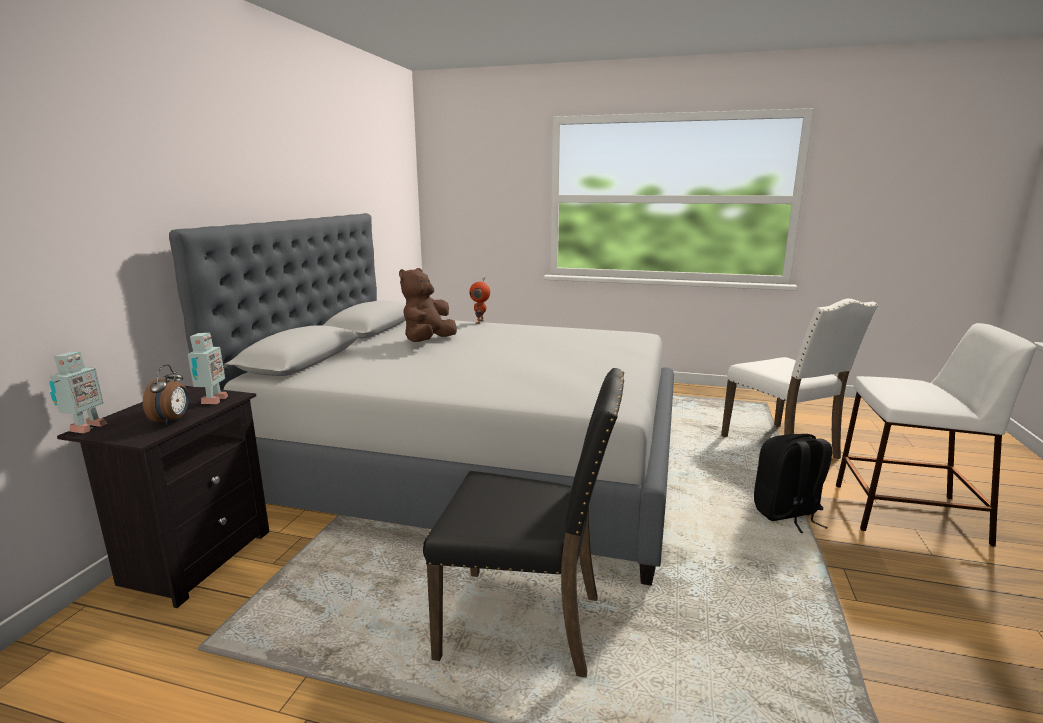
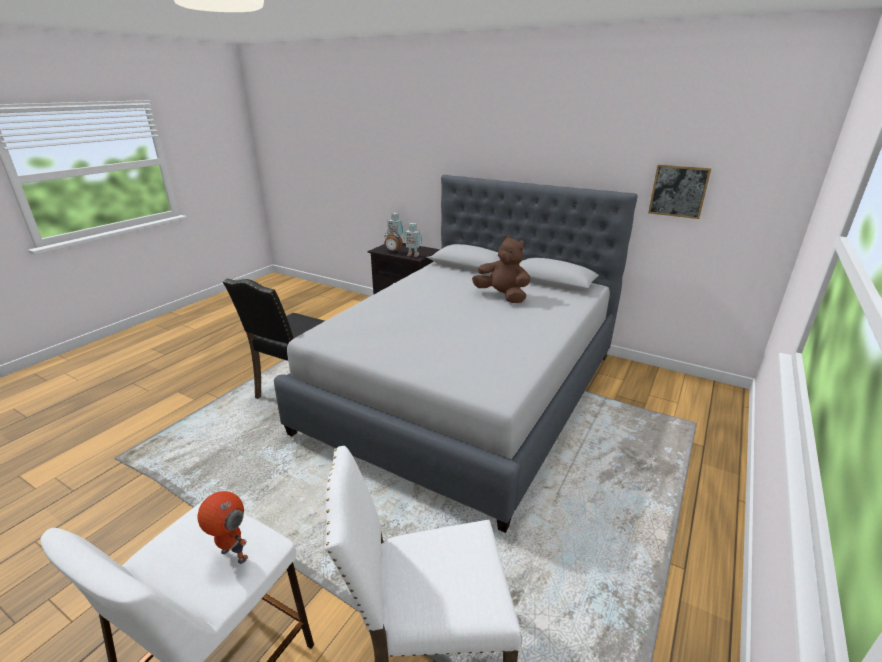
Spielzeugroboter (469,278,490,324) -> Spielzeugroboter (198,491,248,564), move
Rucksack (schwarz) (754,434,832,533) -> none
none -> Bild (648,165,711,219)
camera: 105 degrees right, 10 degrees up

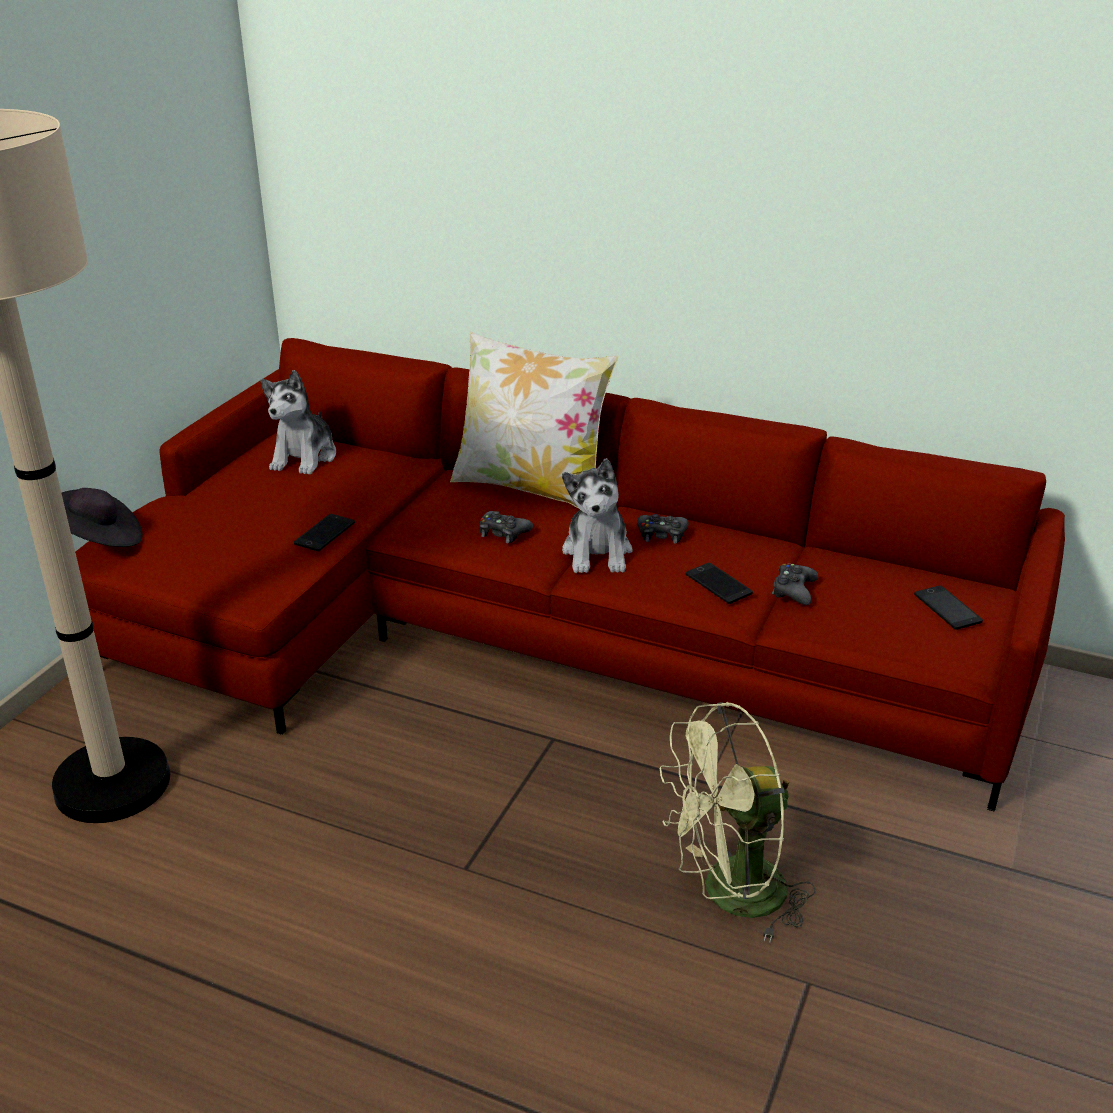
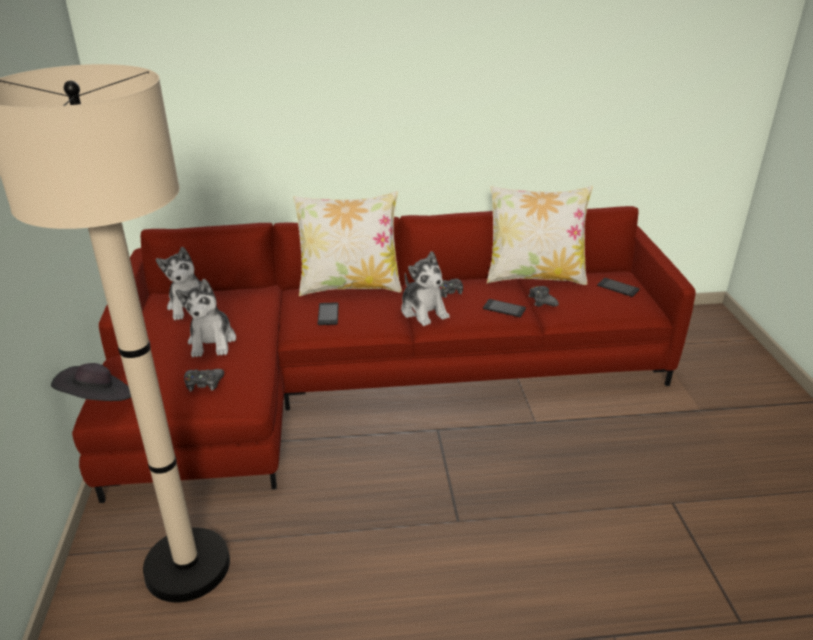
Handy (294,514,355,551) -> Handy (318,302,339,325), move
Gamepad (schwarz) (479,511,533,543) -> Gamepad (schwarz) (184,369,224,392), move
Ventilator (grün) (660,702,816,943) -> none
none -> Plüschtier (175,279,236,357)
none -> Kissen (487,186,593,285)
camera: 30 degrees left, 0 degrees up

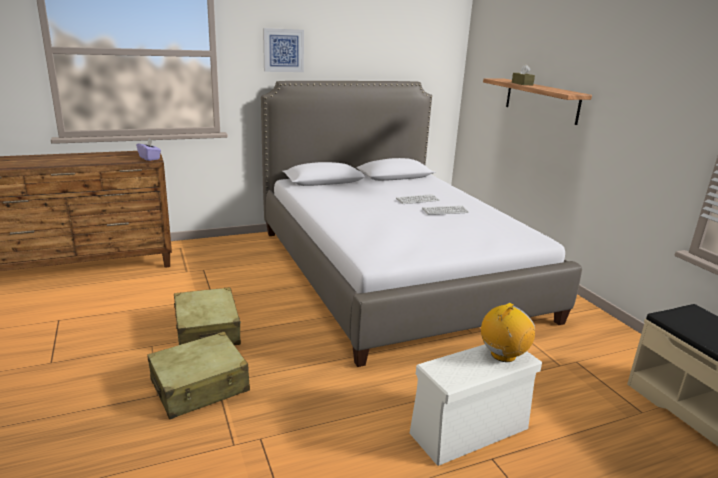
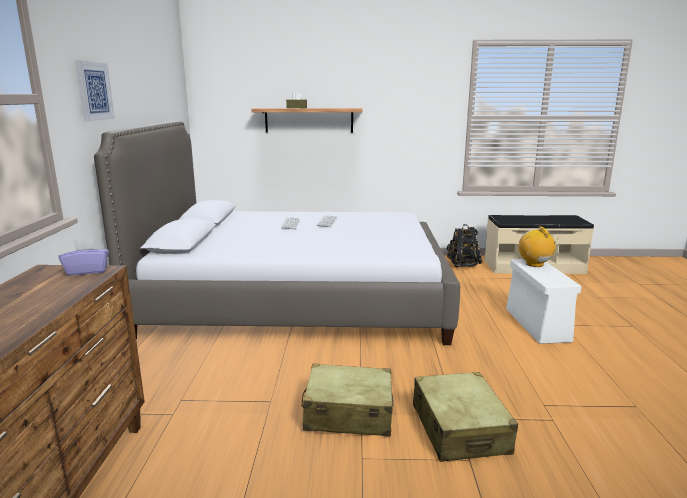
none -> Rucksack (schwarz) (447,224,483,267)
camera: 65 degrees left, 5 degrees down

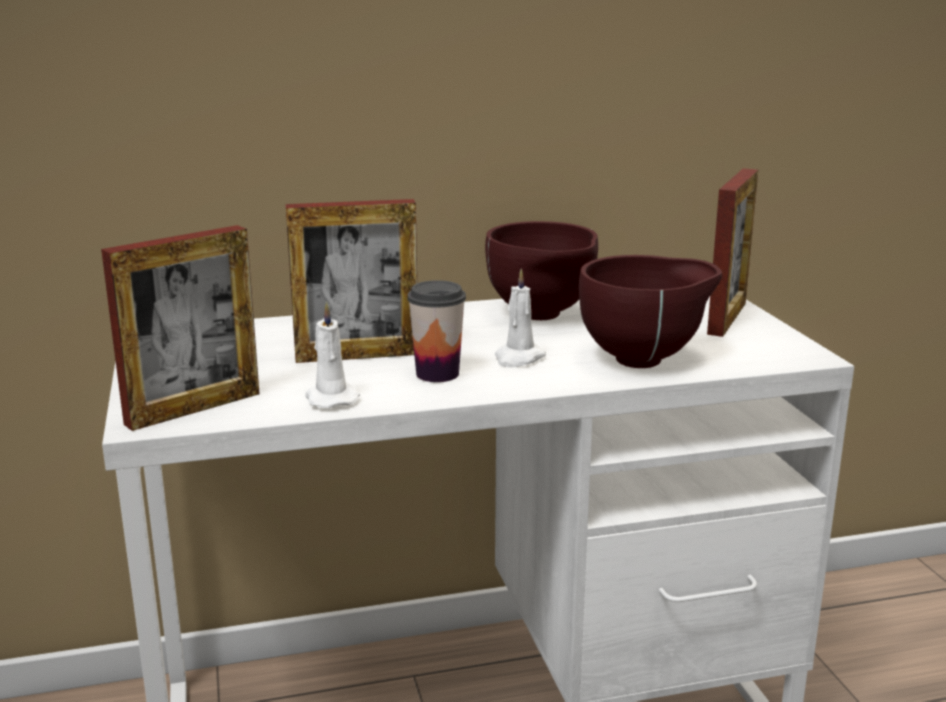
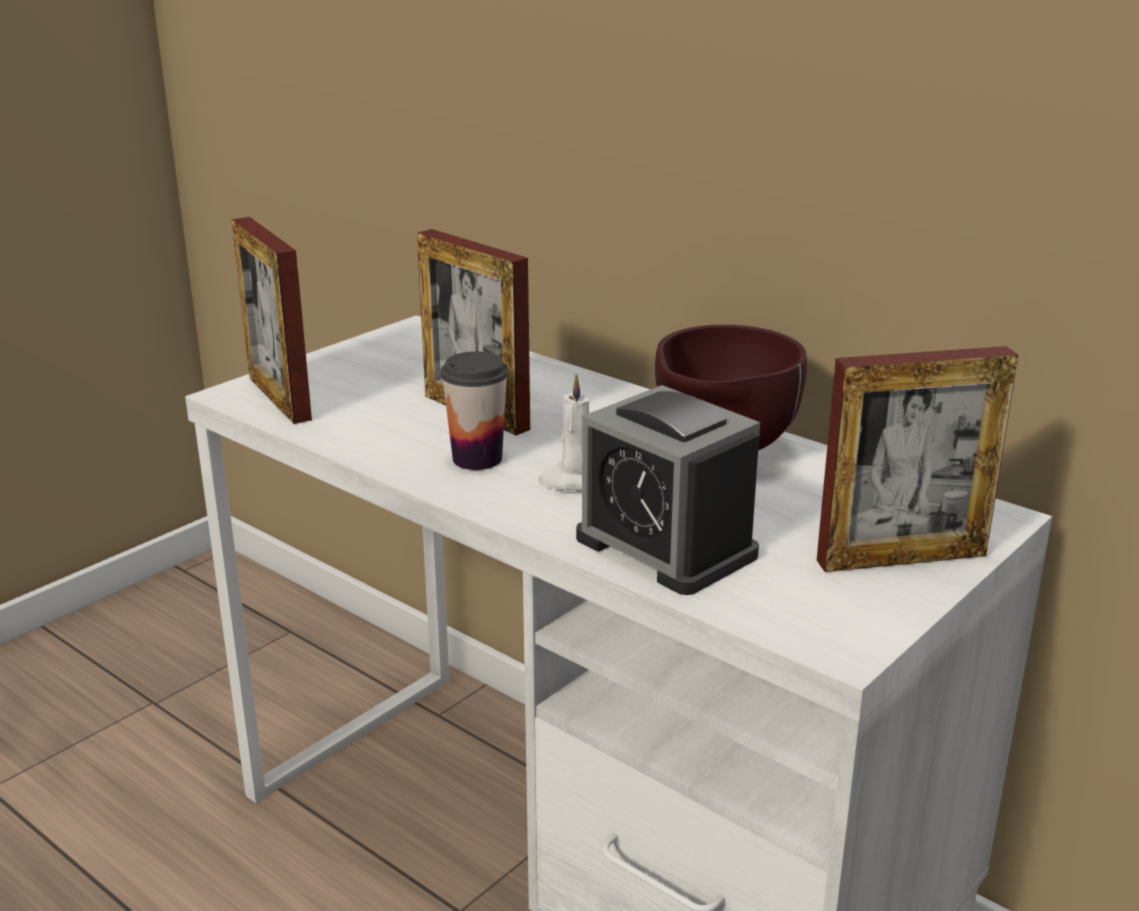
Bilderrahmen (101,225,260,431) -> Bilderrahmen (232,217,312,424), 45 degrees clockwise
Kerze (weiß) (305,302,360,408) -> none
Schüssel (braun) (579,255,722,368) -> Wecker (576,385,760,595)
camera: 55 degrees right, 5 degrees up

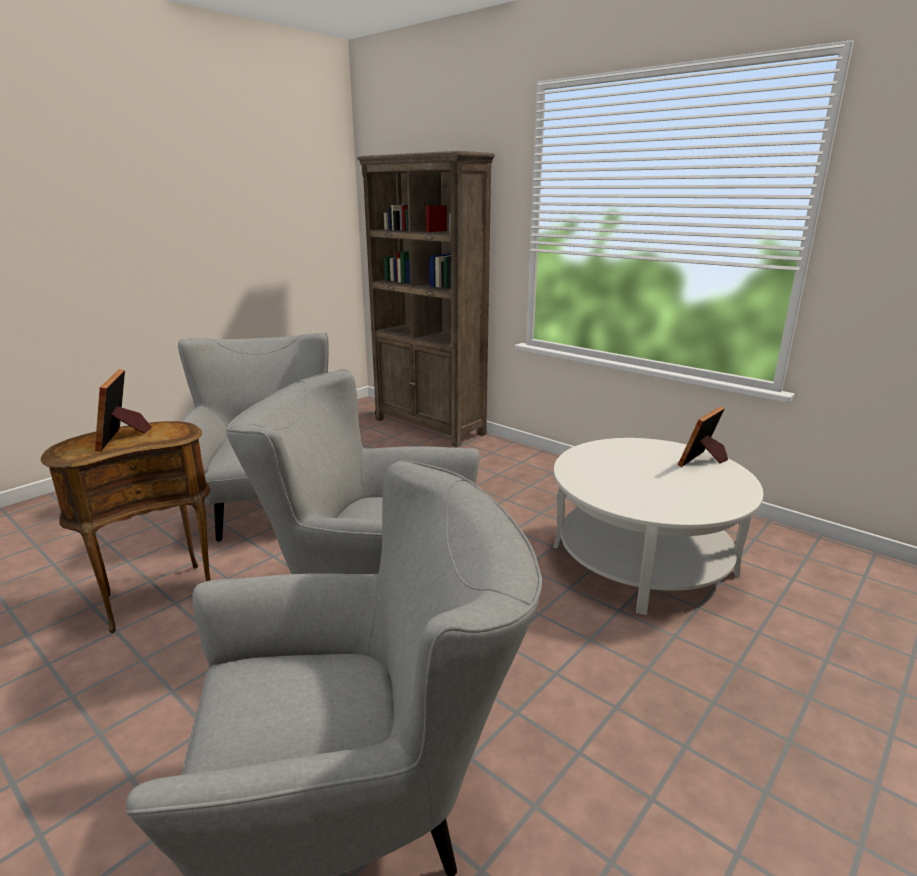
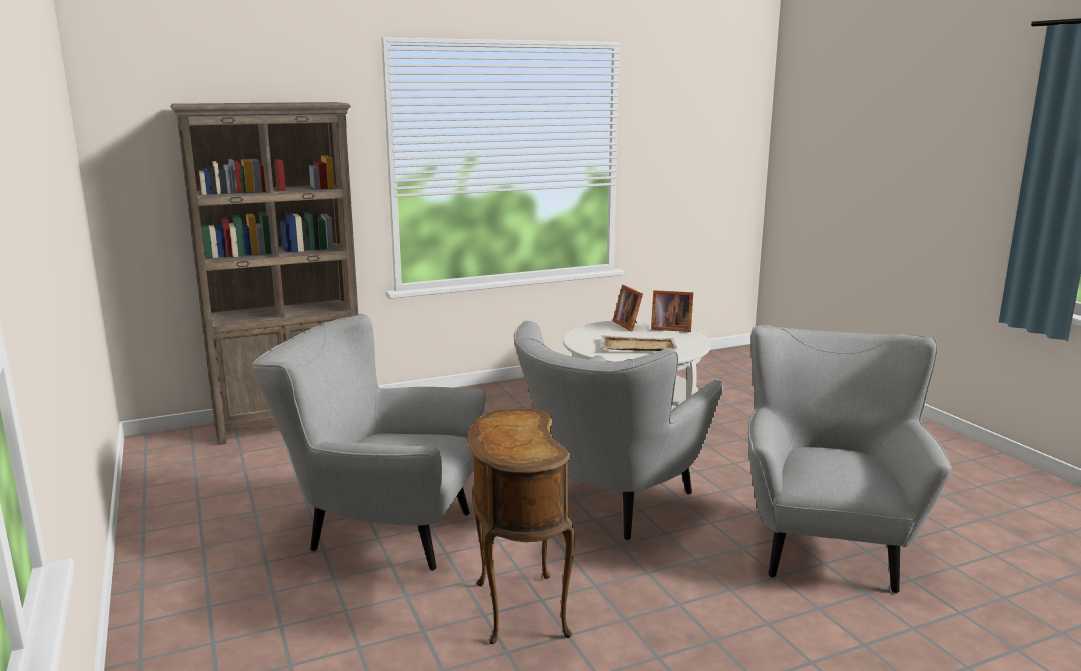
Bilderrahmen (95,369,152,452) -> Bilderrahmen (651,290,693,332), move
none -> Tablett (beige) (601,335,677,351)
camera: 65 degrees left, 5 degrees down

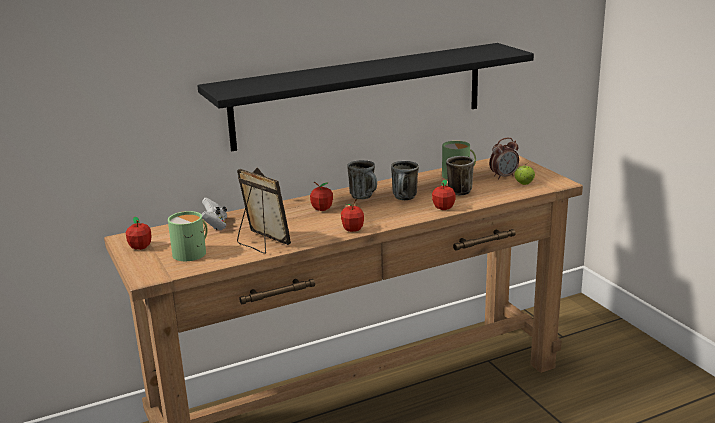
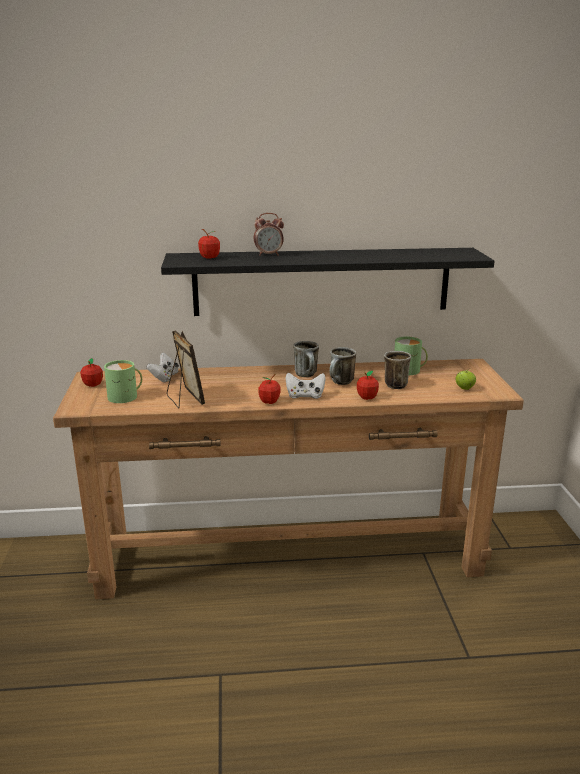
Apfel (310,182,333,211) -> Apfel (198,229,220,259), move
Wecker (489,138,519,180) -> Wecker (254,213,284,256), move
none -> Gamepad (weiß) (286,373,326,399)
camera: 20 degrees right, 0 degrees up

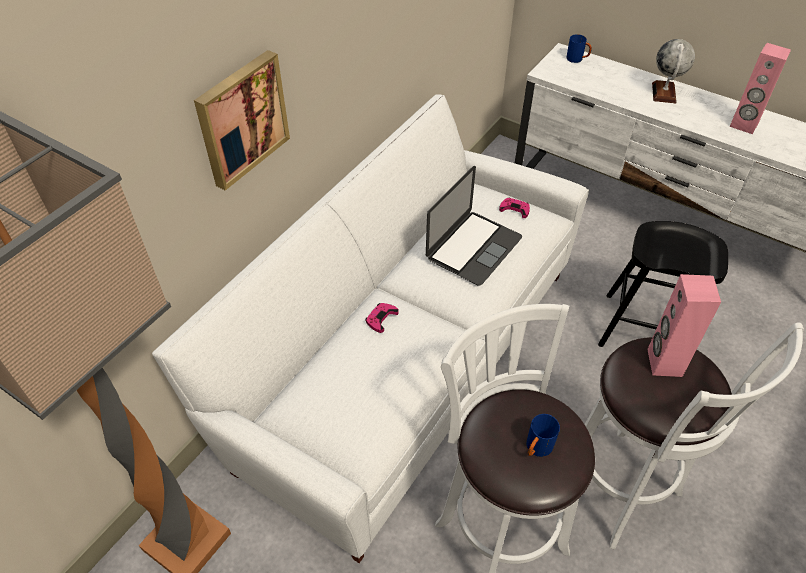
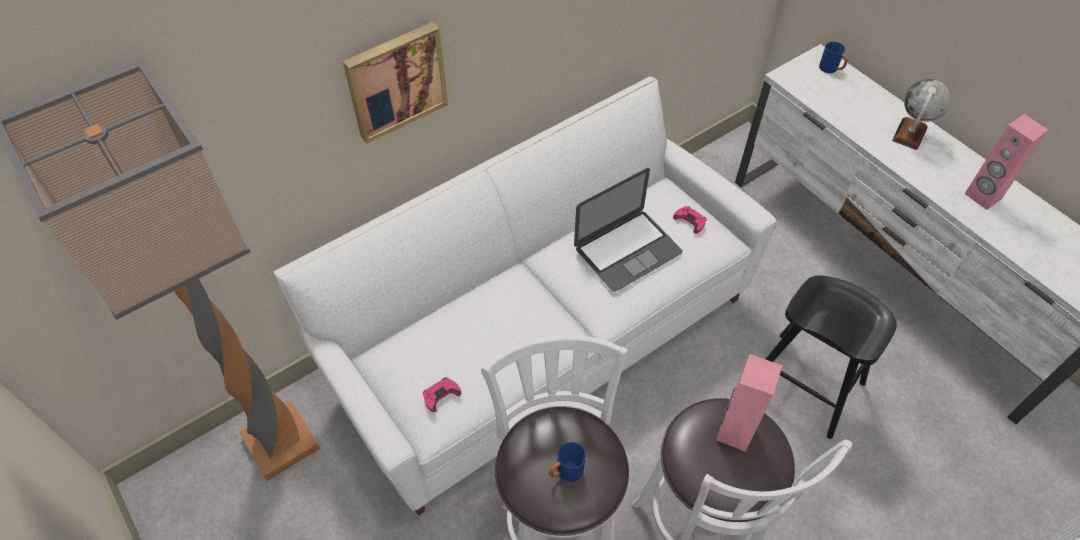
Gamepad (rosa) (365,303,399,333) -> Gamepad (rosa) (423,378,461,412), move
camera: 20 degrees right, 5 degrees up

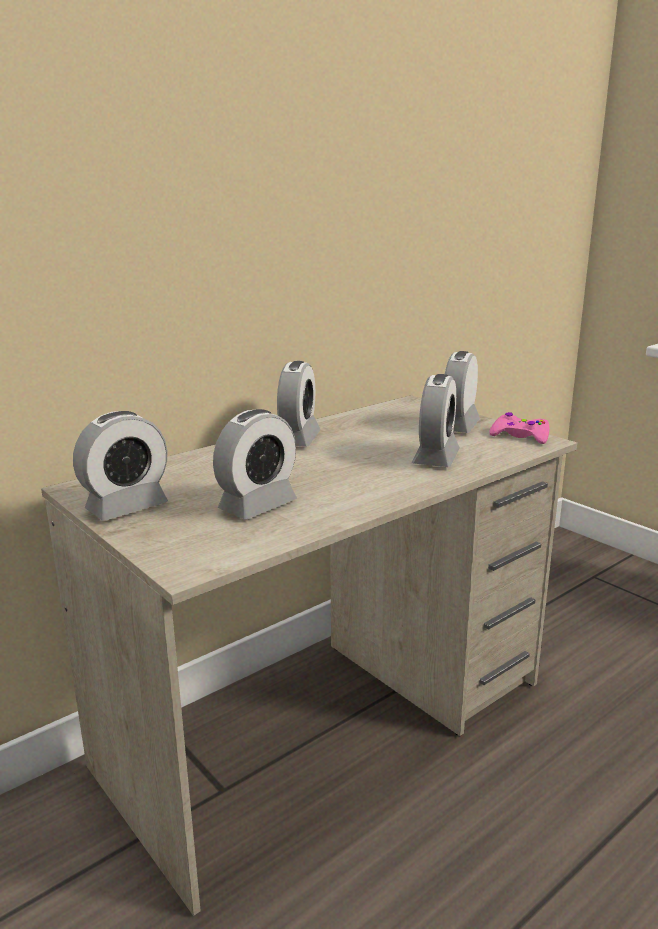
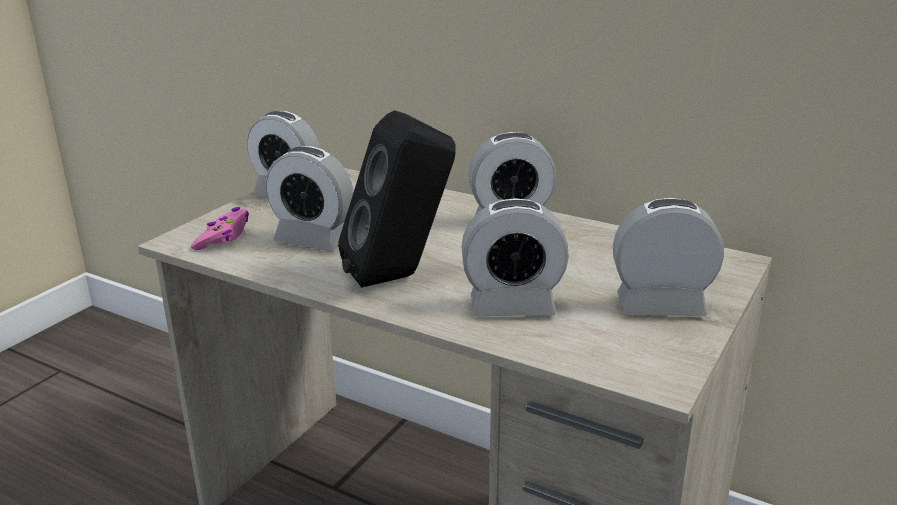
Gamepad (rosa) (489,412,549,444) -> Gamepad (rosa) (191,207,249,250), move
none -> Lautsprecher (schwarz) (338,110,456,288)
camera: 70 degrees right, 5 degrees up

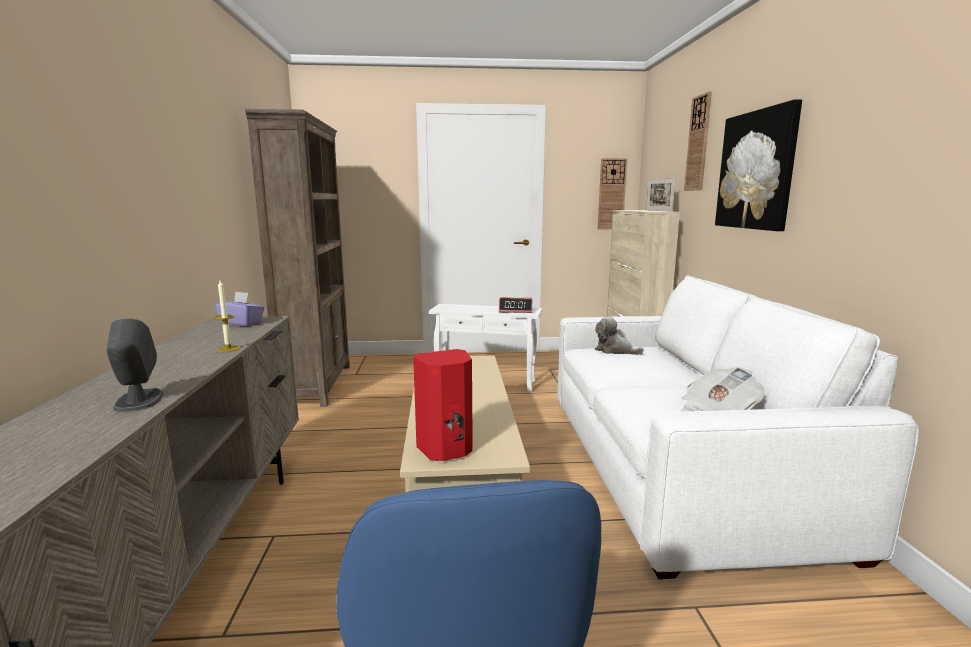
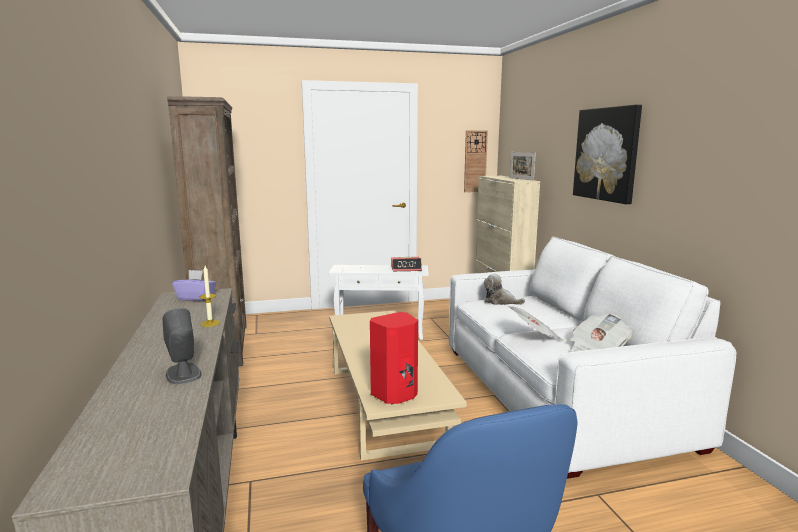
Wanduhr (684,91,712,191) -> none
none -> Zeitung (508,306,563,340)
camera: 10 degrees left, 0 degrees up

